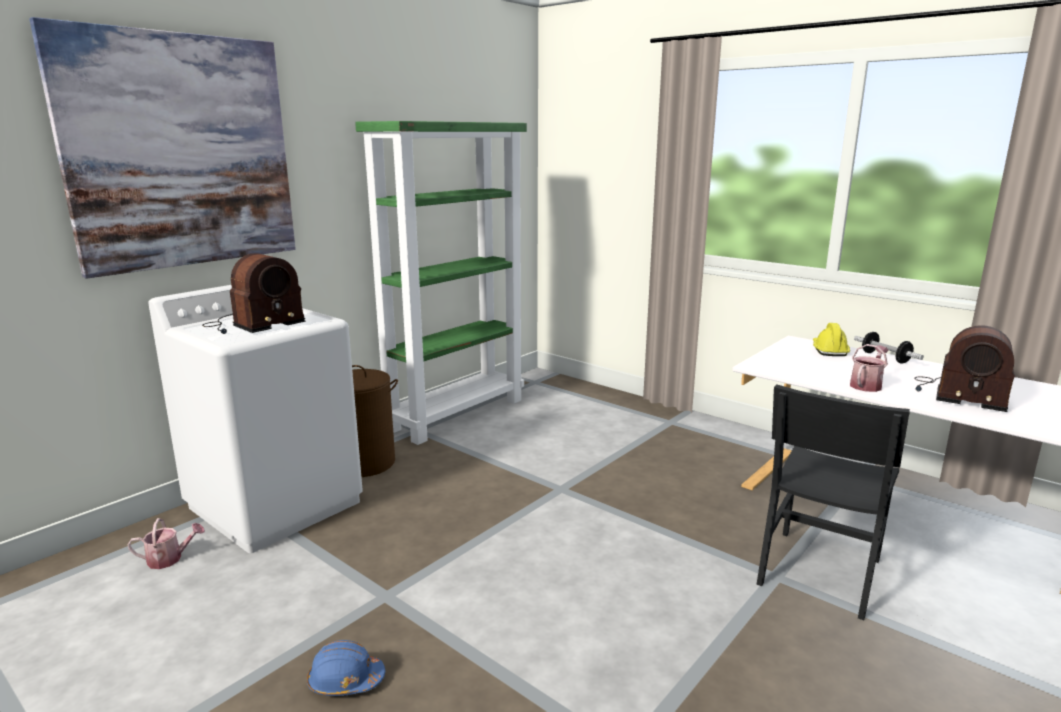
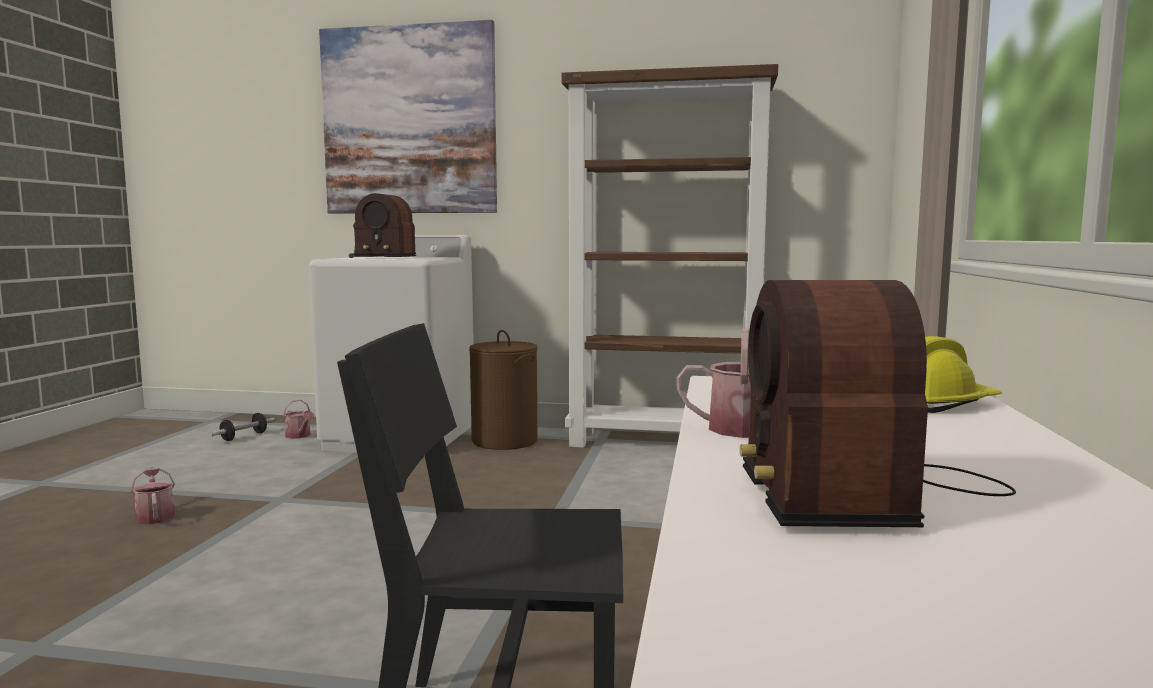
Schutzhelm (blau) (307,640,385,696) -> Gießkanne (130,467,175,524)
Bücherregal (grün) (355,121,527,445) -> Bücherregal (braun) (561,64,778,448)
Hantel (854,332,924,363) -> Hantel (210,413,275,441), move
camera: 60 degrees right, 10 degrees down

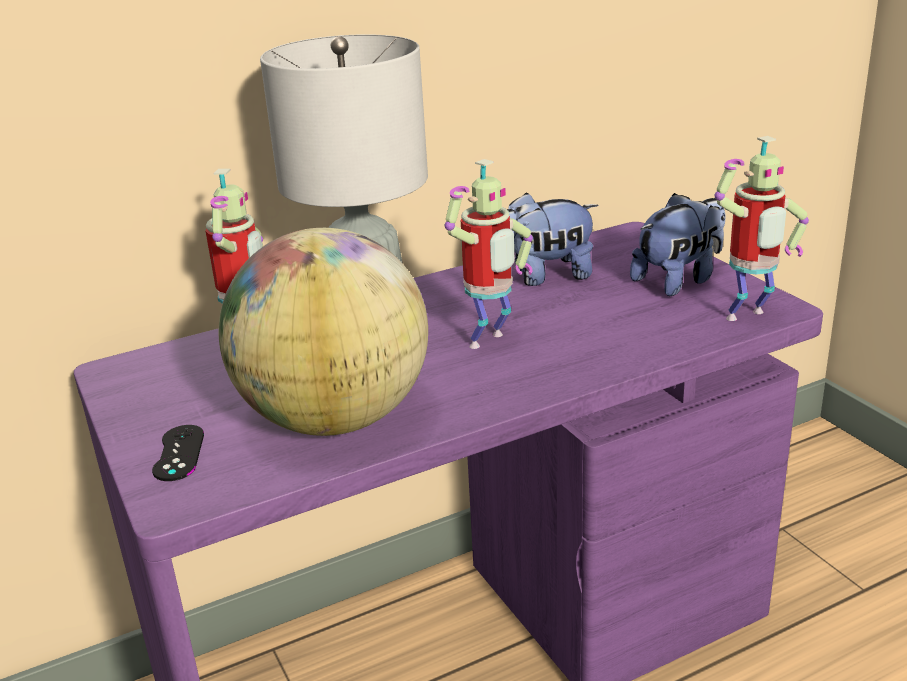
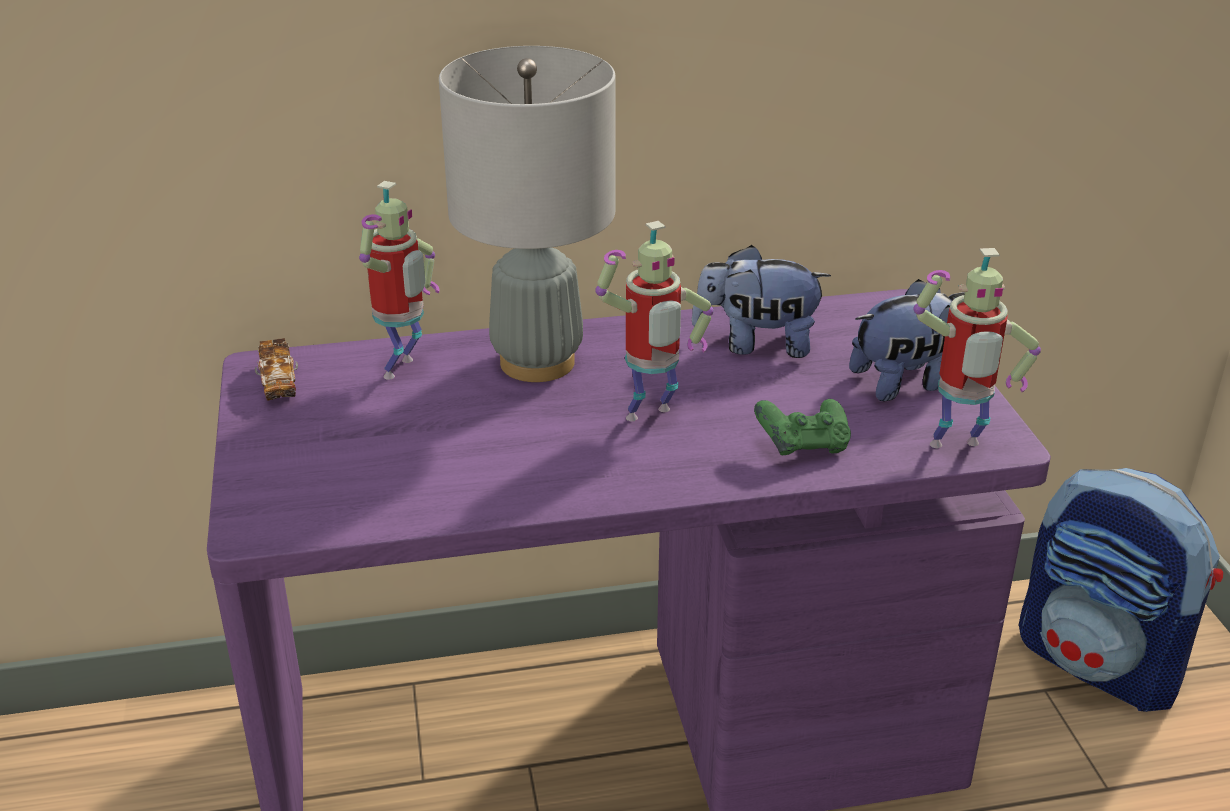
Gamepad (schwarz) (152,425,204,481) -> none
Globus (219,228,428,436) -> none
none -> Spielzeugauto (255,338,298,400)
none -> Gamepad (grün) (754,399,851,455)
none -> Rucksack (1019,468,1223,712)
camera: 15 degrees right, 5 degrees up

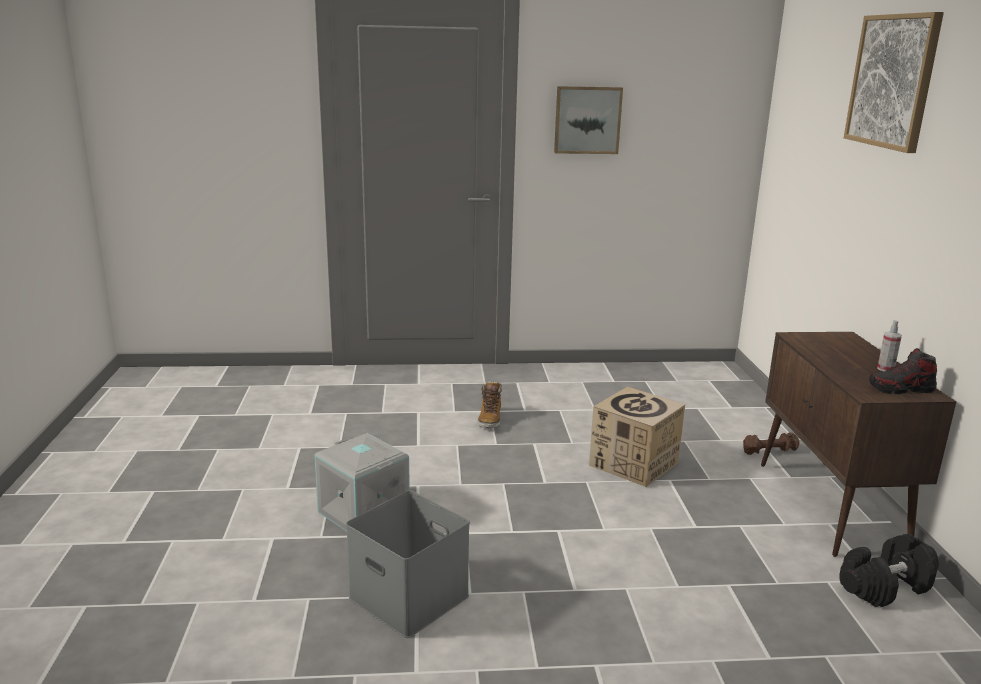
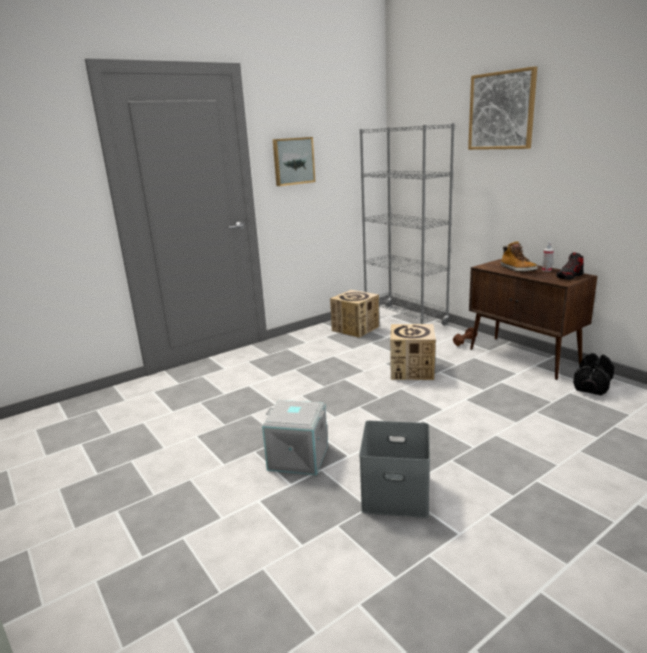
Stiefel (477,381,502,428) -> Stiefel (501,241,538,272), move
none -> Karton (330,290,379,338)
none -> Bücherregal (grau) (360,123,455,326)
camera: 30 degrees left, 0 degrees up

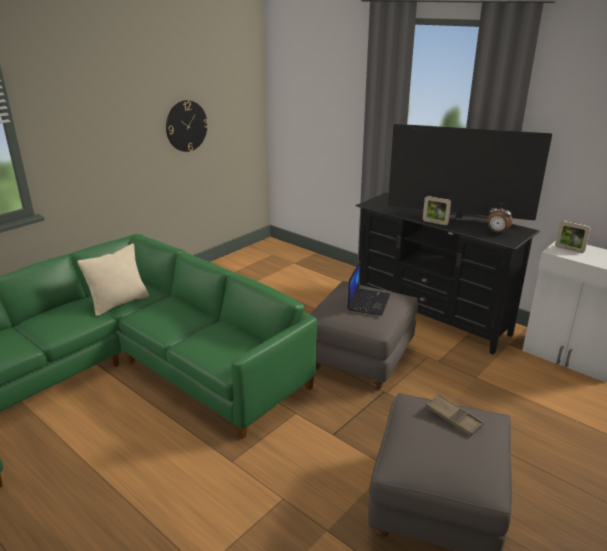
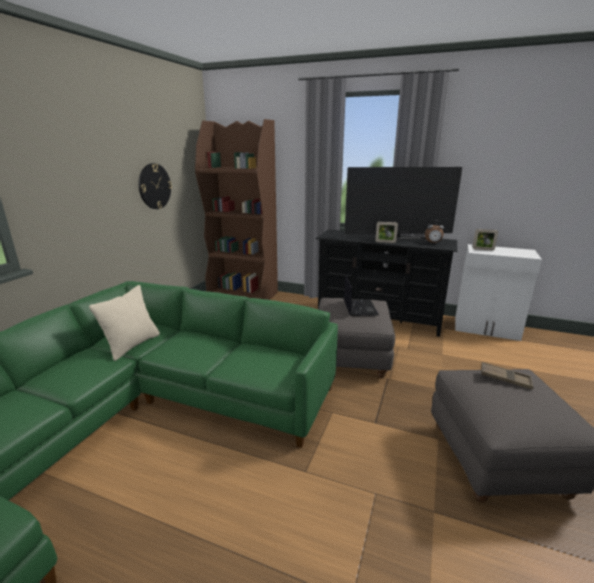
none -> Bücherregal (braun) (195,119,278,300)
camera: 20 degrees left, 5 degrees down

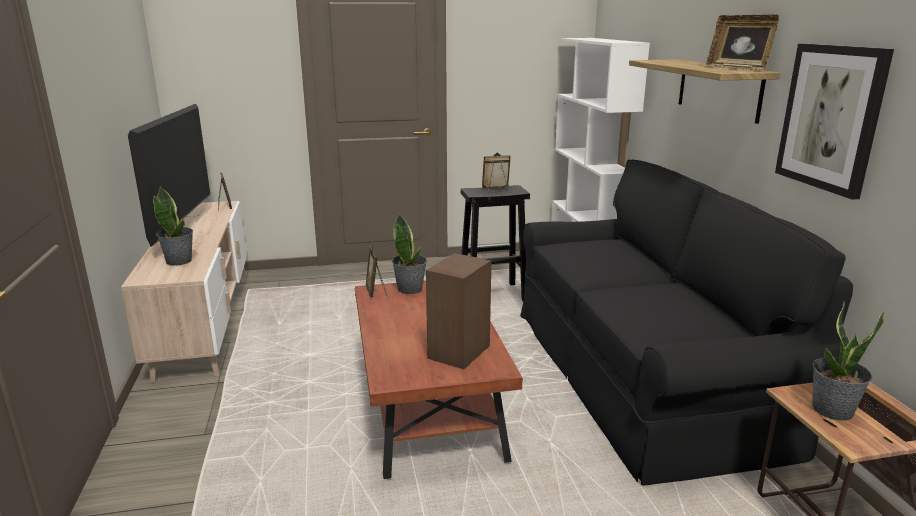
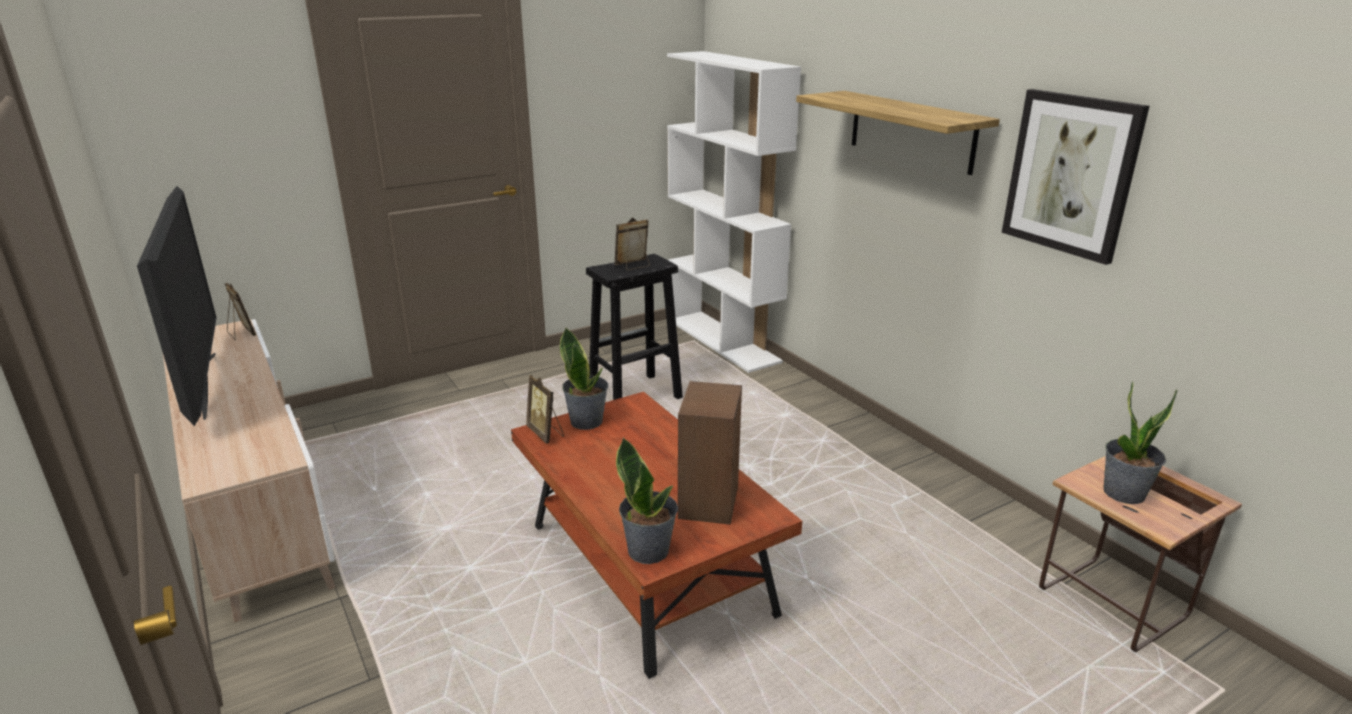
Topfpflanze (153,186,193,266) -> Topfpflanze (616,437,678,564), move
Sofa (schwarz) (520,159,853,486) -> none
Bilderrahmen (706,15,779,71) -> none
camera: 20 degrees left, 5 degrees up

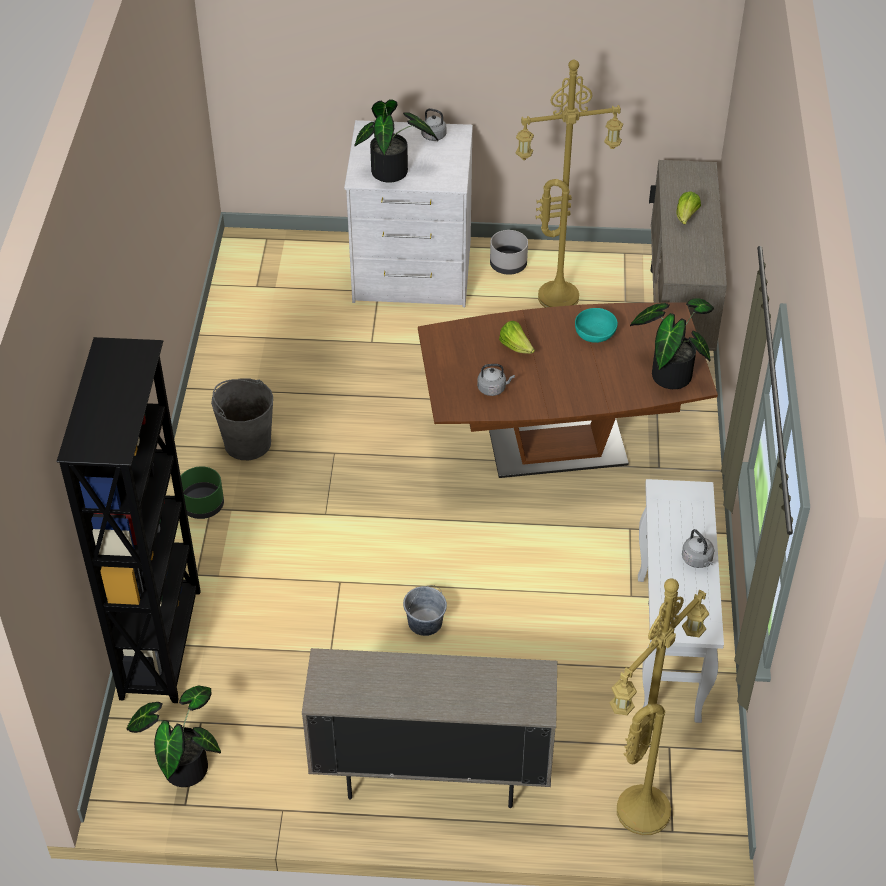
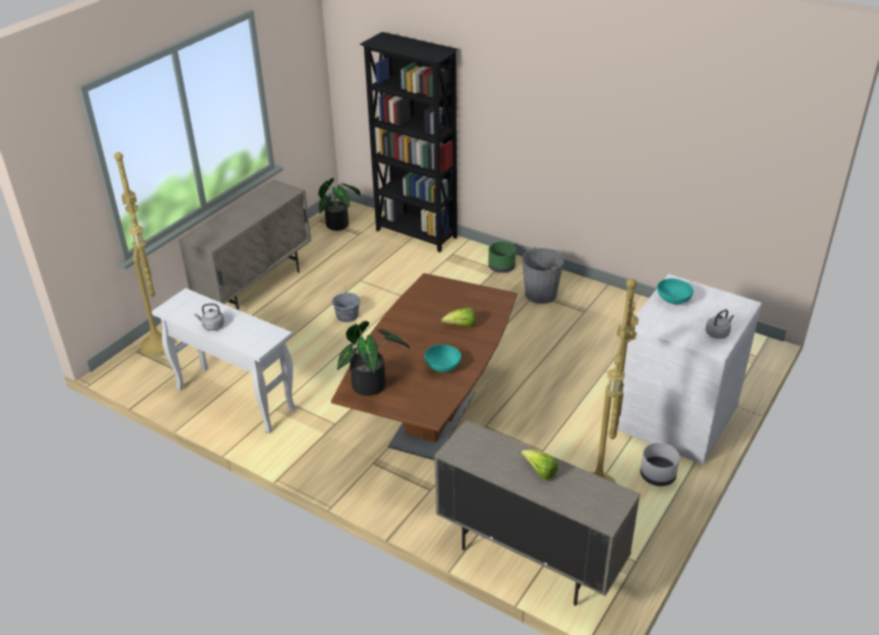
Topfpflanze (355,99,438,183) -> Schüssel (türkis) (657,278,693,304)
Wasserkessel (grau) (477,364,515,396) -> none
camera: 120 degrees right, 10 degrees down

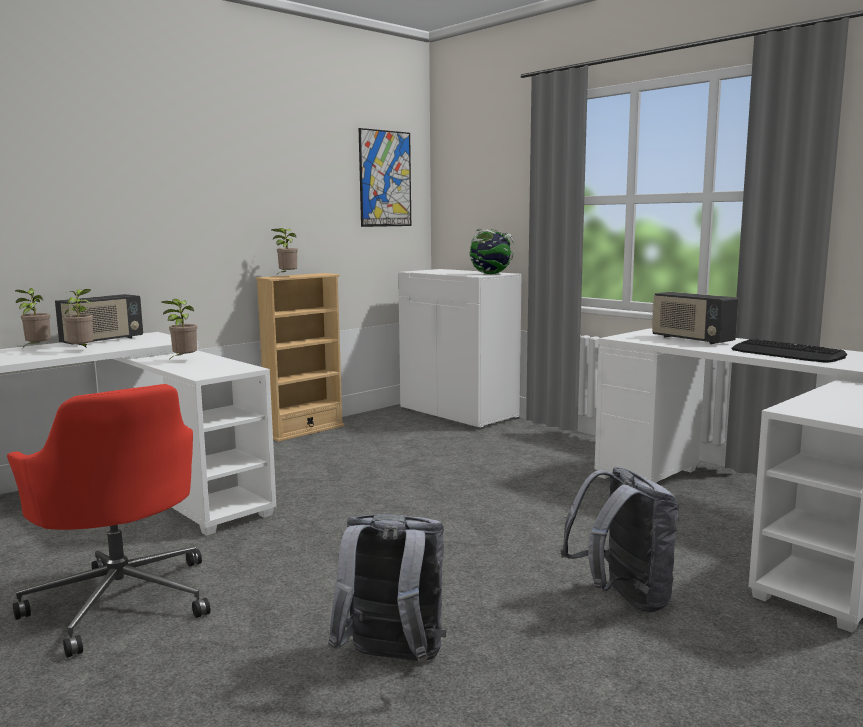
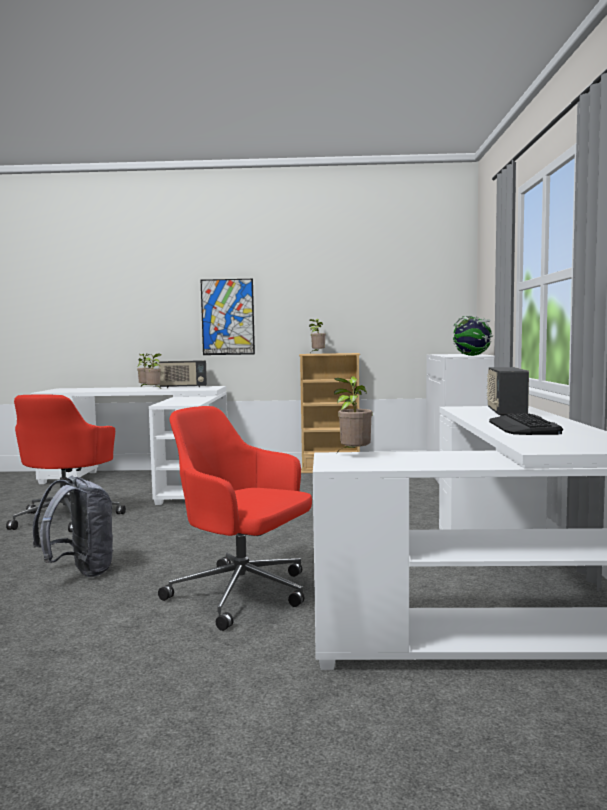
Topfpflanze (161,299,197,362) -> Topfpflanze (334,376,372,453), move
Bild (359,128,411,227) -> Bild (201,279,255,355), move
Rucksack (grau) (561,467,679,613) -> Bürostuhl (rot) (158,406,312,631)
camera: 45 degrees right, 5 degrees down

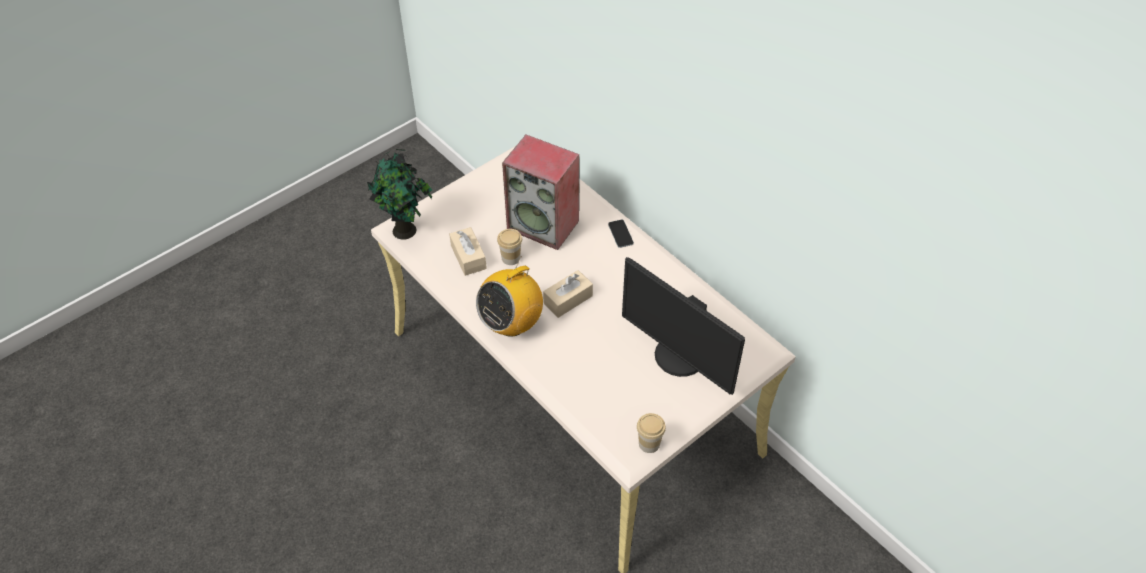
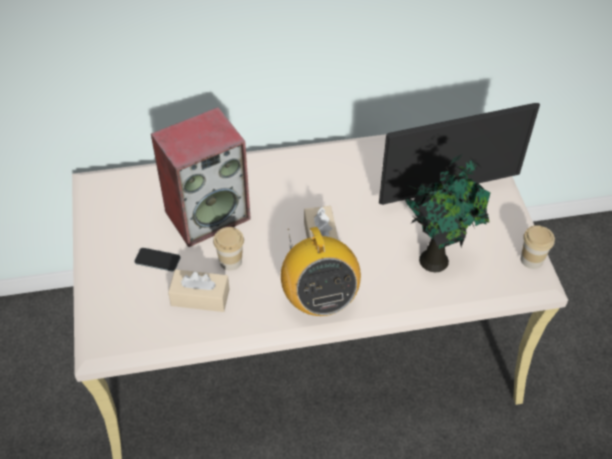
Topfpflanze (367,149,432,240) -> Topfpflanze (405,154,491,272), move
Handy (608,220,634,248) -> Handy (134,248,180,272), move
camera: 60 degrees left, 0 degrees up

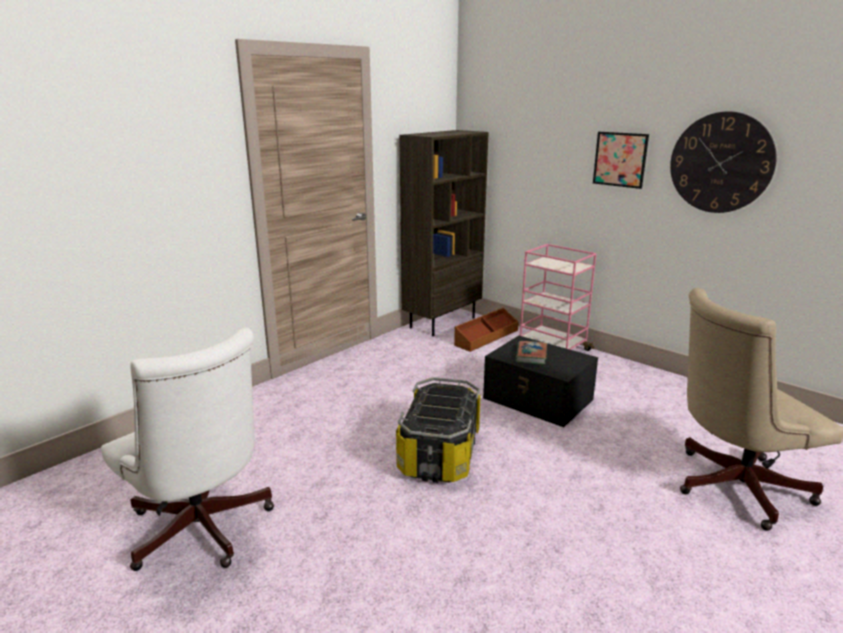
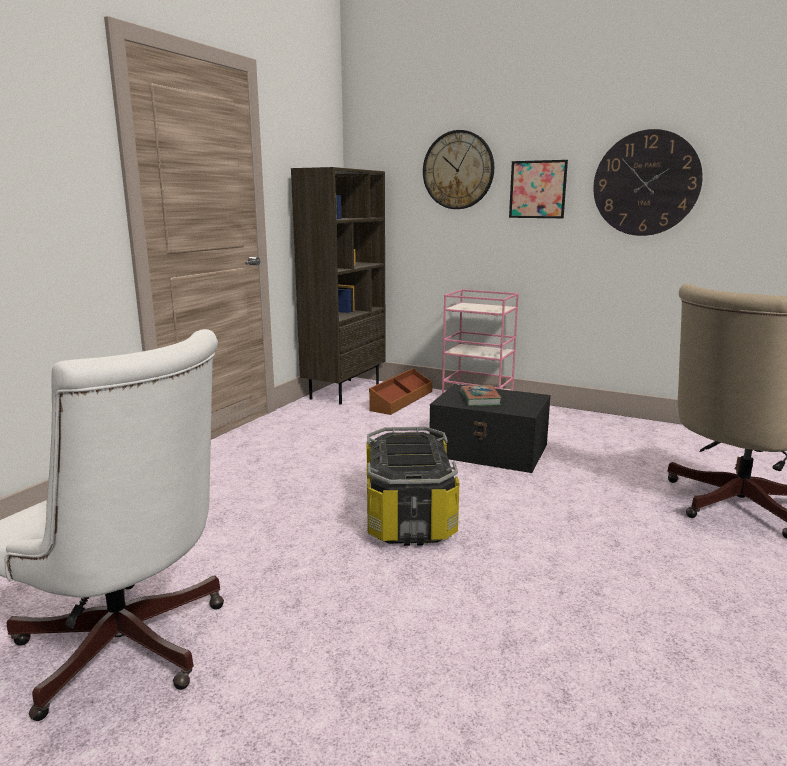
none -> Wanduhr (423,130,494,209)
camera: 15 degrees left, 5 degrees down

